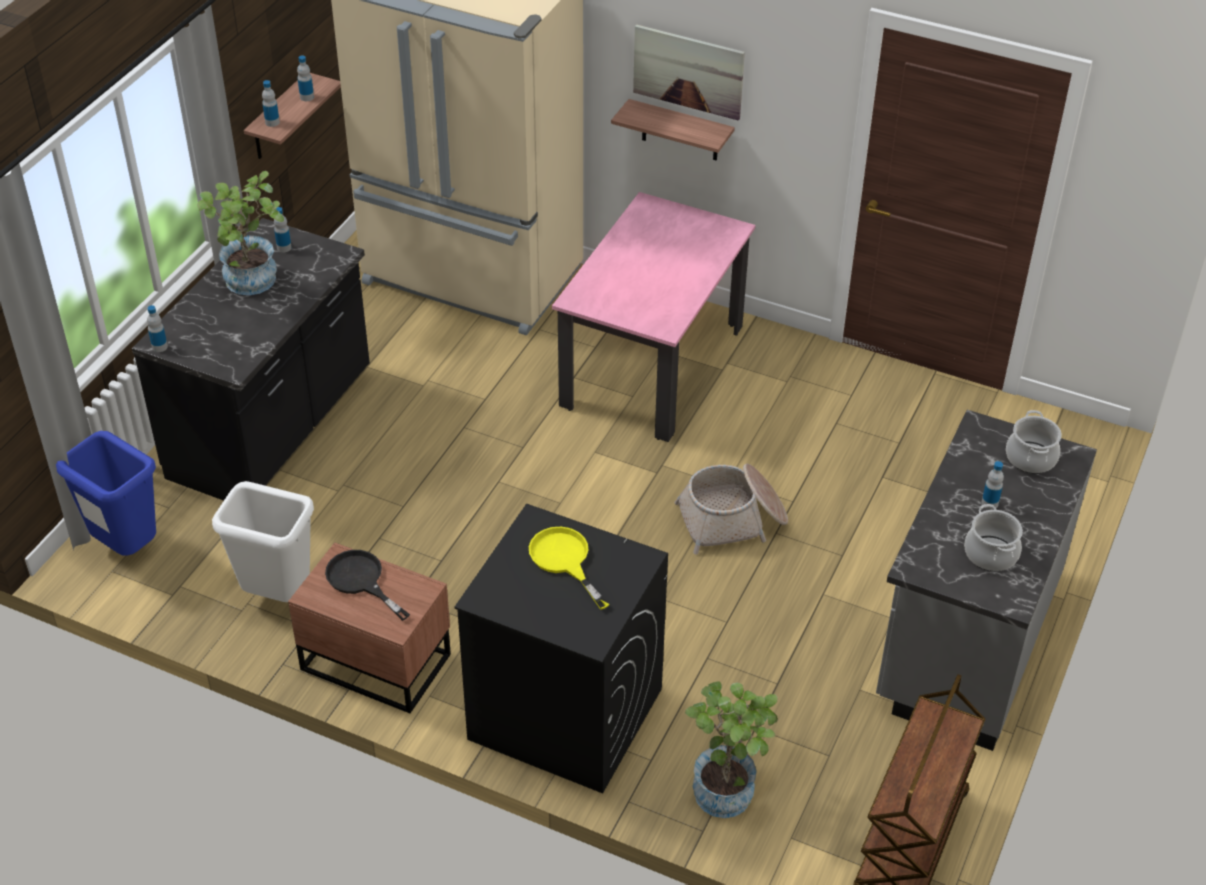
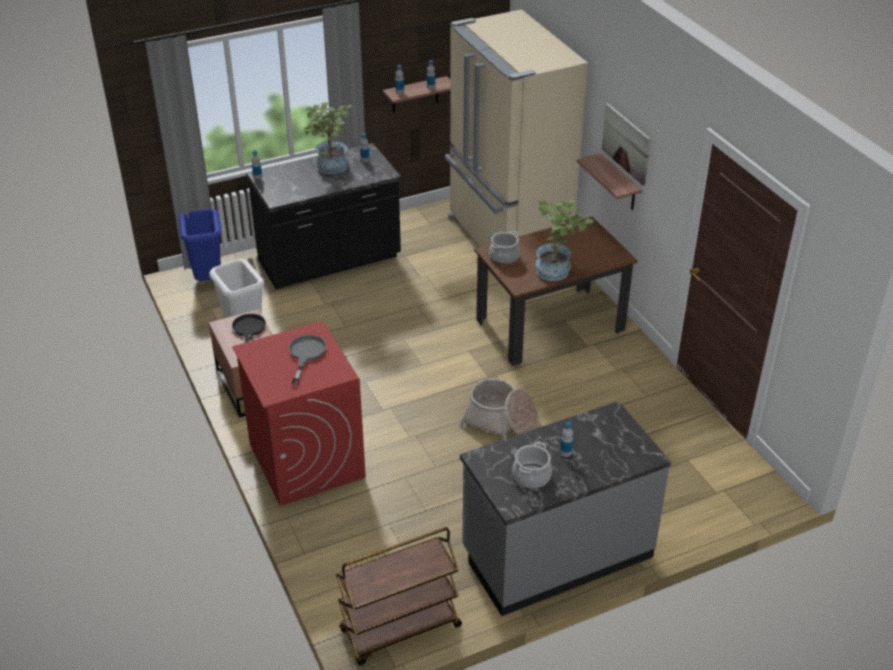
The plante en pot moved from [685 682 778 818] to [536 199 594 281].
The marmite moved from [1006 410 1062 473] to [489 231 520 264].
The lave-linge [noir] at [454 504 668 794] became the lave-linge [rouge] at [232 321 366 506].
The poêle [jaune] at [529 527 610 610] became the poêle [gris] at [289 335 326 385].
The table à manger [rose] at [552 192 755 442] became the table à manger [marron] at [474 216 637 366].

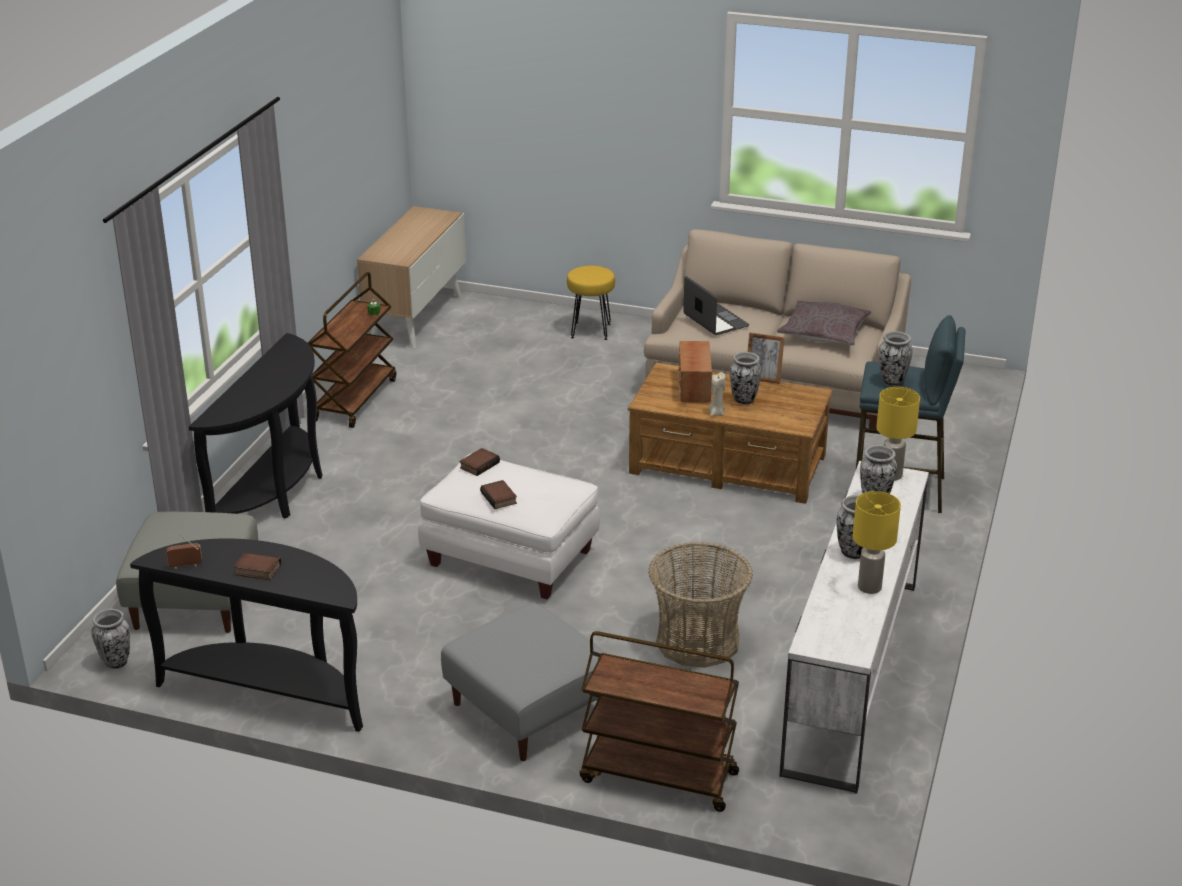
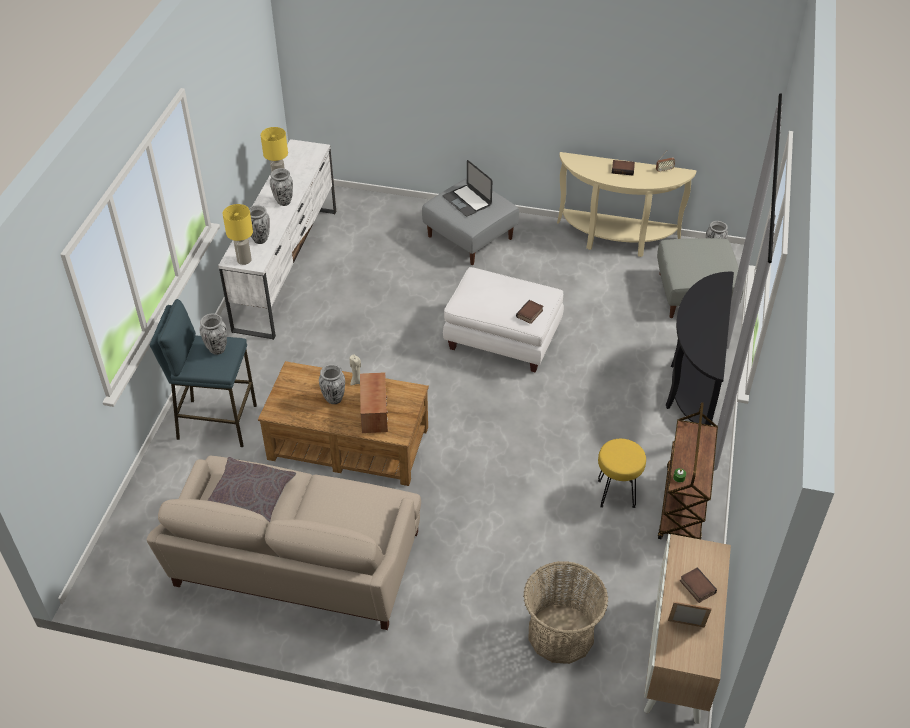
The chariot [marron] at [580 631 739 812] disappeared.
The livre moved from [480 480 517 509] to [680 567 717 603].
The tabouret [jaune] moved from [567 266 615 340] to [598 439 646 508].
The panier moved from [649 542 753 668] to [523 561 608 664].
The ordinateur portable moved from [683 276 749 335] to [443 160 492 216].
The cadre photo moved from [747 332 785 384] to [668 602 712 627].
The table console [noir] at [130 538 363 732] became the table console [beige] at [557 152 697 257].

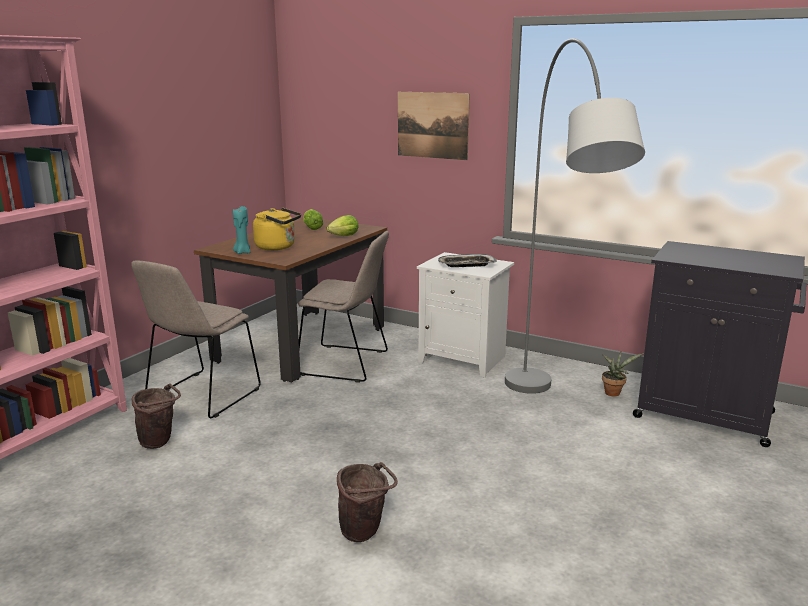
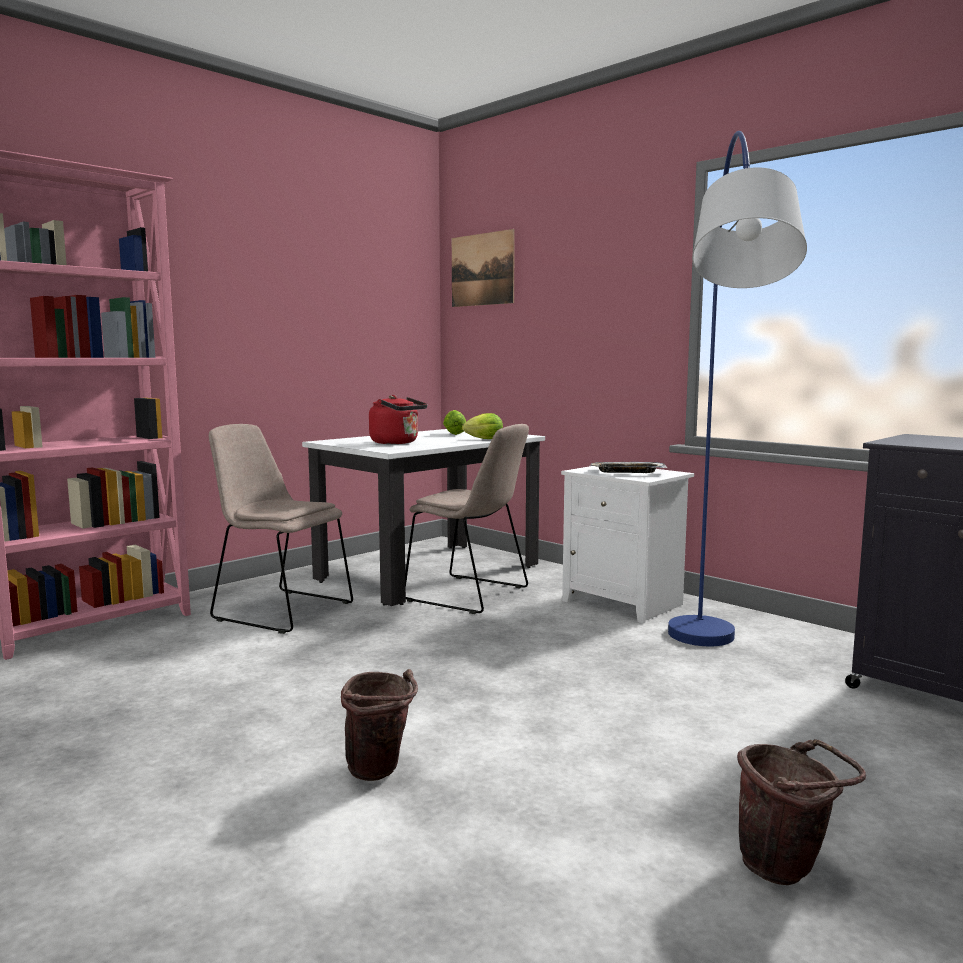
The bougie [turquoise] at [233 206 251 254] disappeared.
The plante en pot at [602 351 644 396] disappeared.
The seau [marron] moved from [132 383 181 449] to [737 739 866 885].
The tableau moved from [398 92 470 160] to [452 229 515 307].
The table à manger [marron] at [194 218 387 383] became the table à manger [blanc] at [302 429 545 606].
The bouilloire [jaune] at [253 207 301 250] became the bouilloire [rouge] at [369 395 427 444].
The lampadaire [gris] at [505 38 645 394] became the lampadaire [bleu] at [668 131 807 646].
The chaise [beige] at [131 261 261 418] turned 75 degrees clockwise.

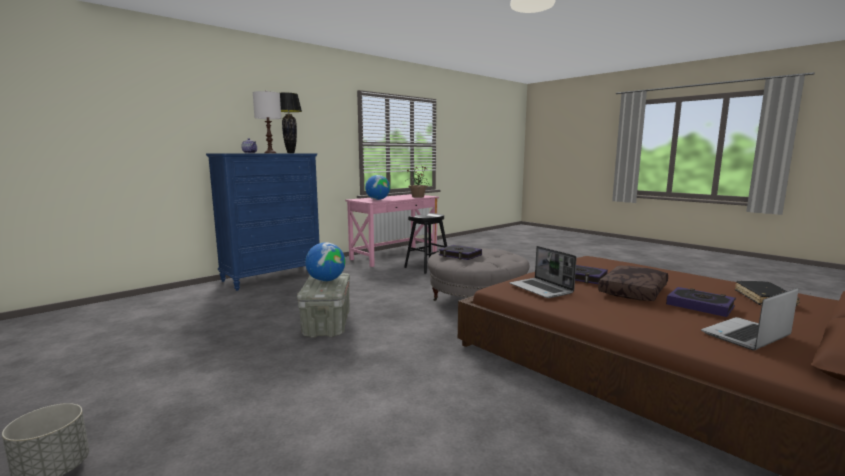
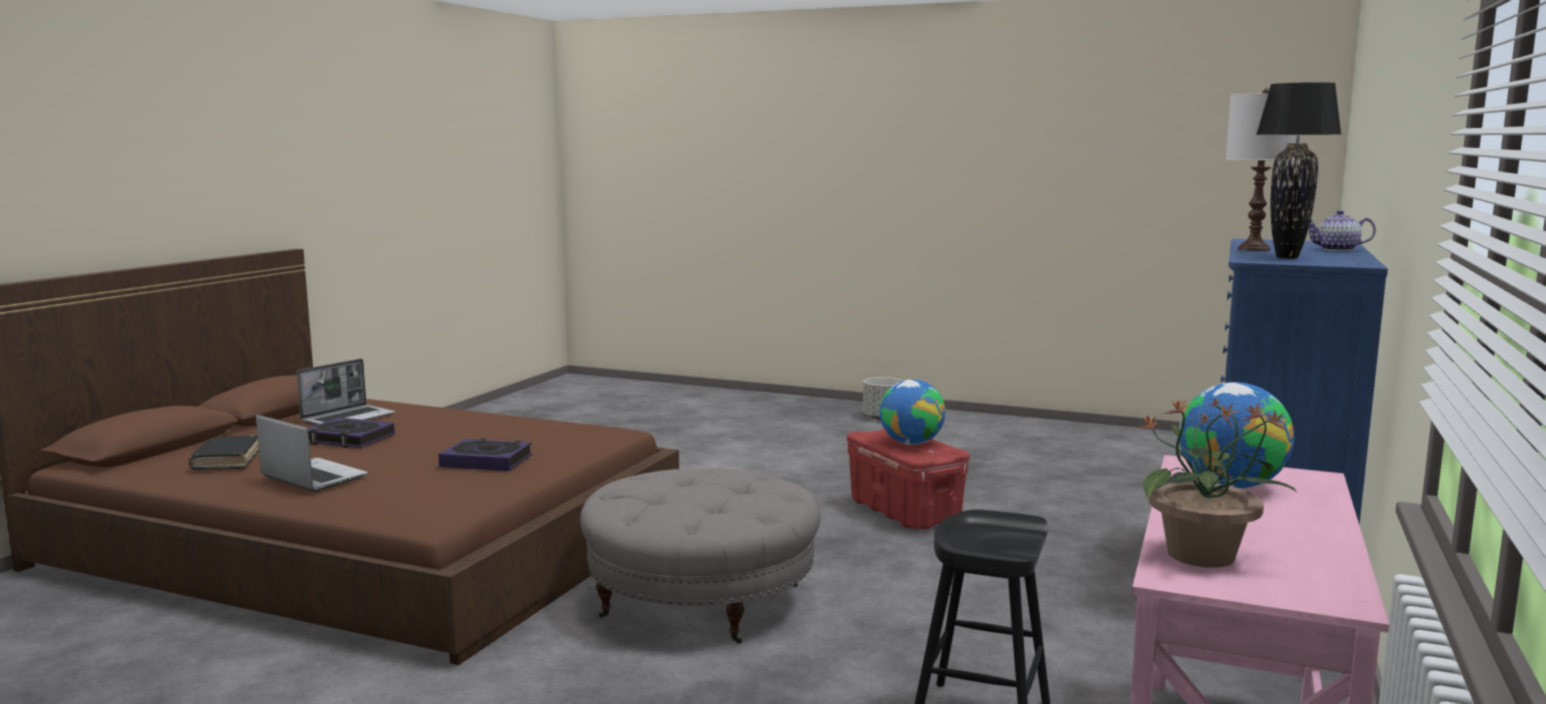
The livre at [439 245 482 260] disappeared.
The coussin [marron] at [598 266 668 301] disappeared.
The ordinateur portable moved from [509 246 577 298] to [256 415 368 492].
The boîte de rangement [gris] at [297 273 350 338] became the boîte de rangement [rouge] at [847 428 970 529].

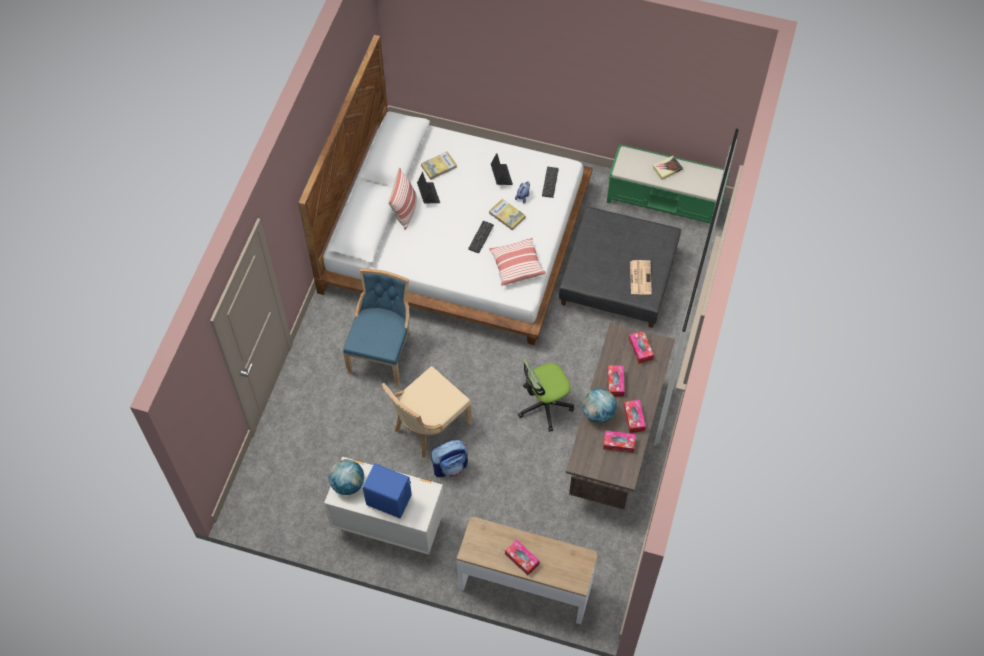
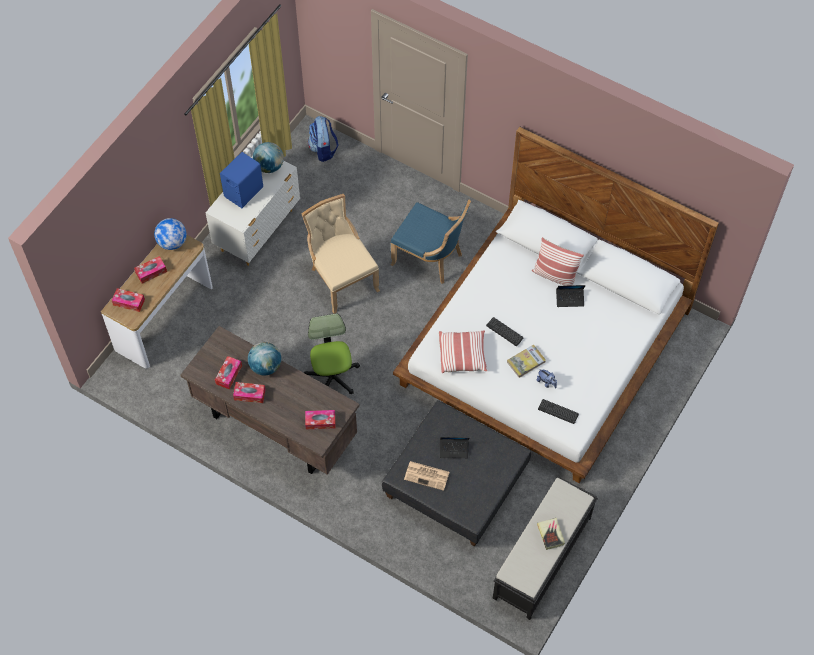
The livre at [421 151 457 180] disappeared.
The globe at [154 218 187 250] appeared.
The sac à dos moved from [431 440 468 477] to [308 116 339 162].
The ordinateur portable moved from [491 153 513 185] to [440 437 469 458].
The boîte à mouchoirs moved from [607 365 625 396] to [112 288 145 312].
The banc [vert] at [607 144 730 224] became the banc [noir] at [493 477 598 620].

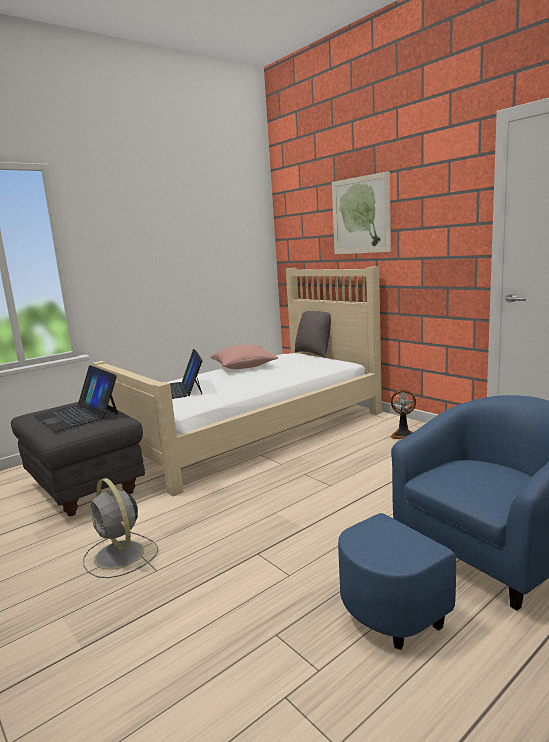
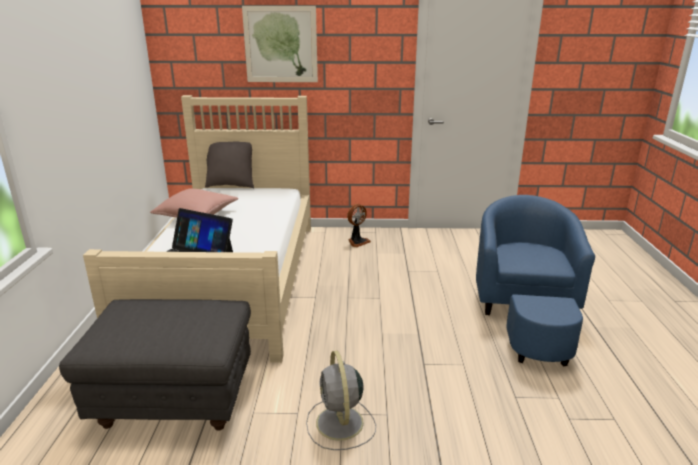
The ordinateur portable at [34 365 118 431] disappeared.
The ventilateur [gris] at [83 478 158 578] turned 75 degrees clockwise.

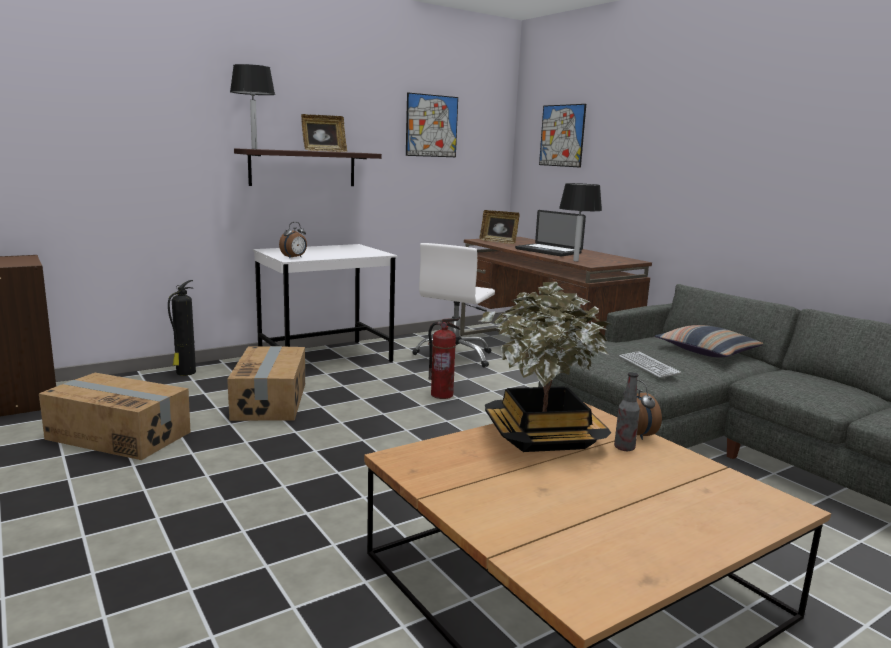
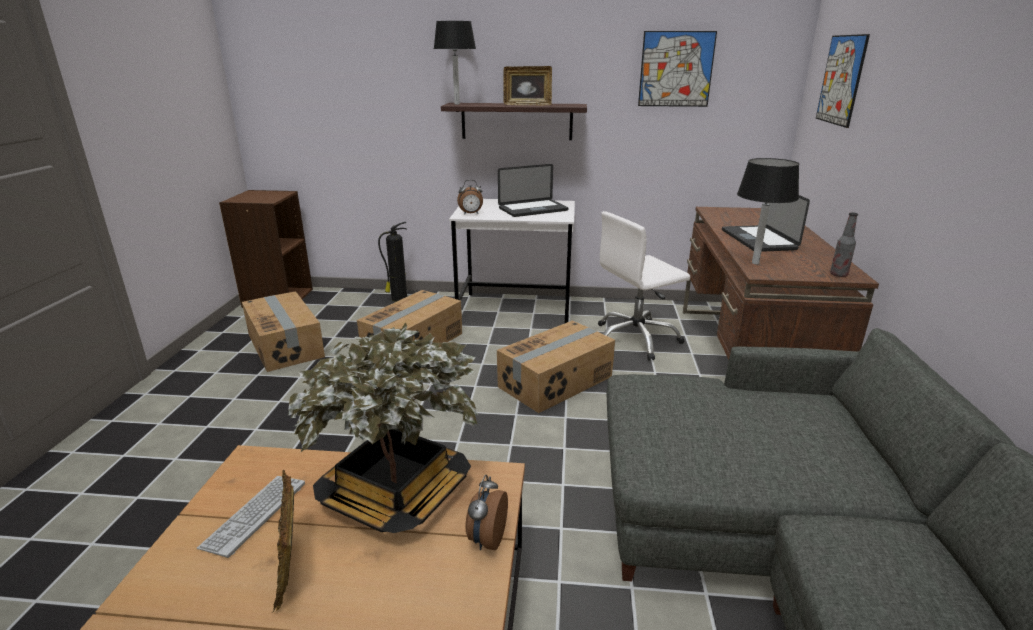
The coussin at [655 325 763 357] disappeared.
The ordinateur portable at [498 164 569 217] appeared.
The cadre photo moved from [480 210 519 244] to [271 470 294 614].
The bouteille moved from [614 372 640 451] to [830 212 858 277].
The clavier moved from [619 352 681 378] to [197 476 305 558].
The extincteur at [428 318 460 399] was replaced by the carton at [497 321 615 413].

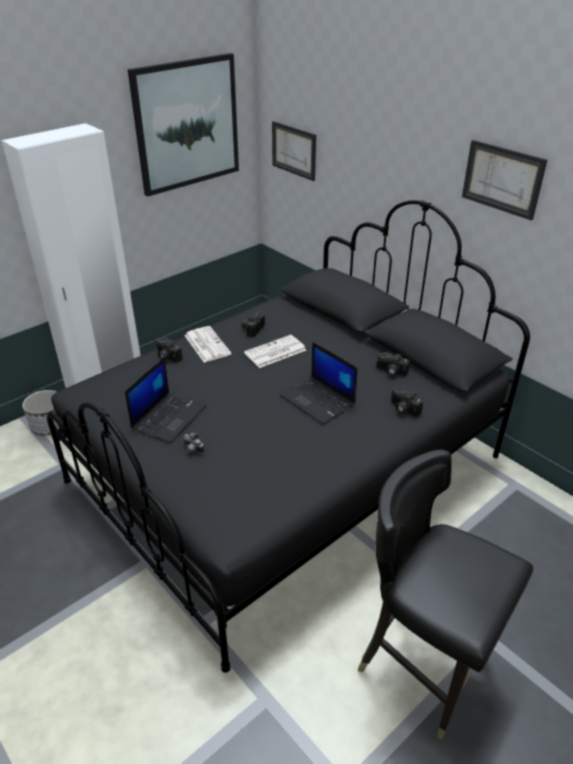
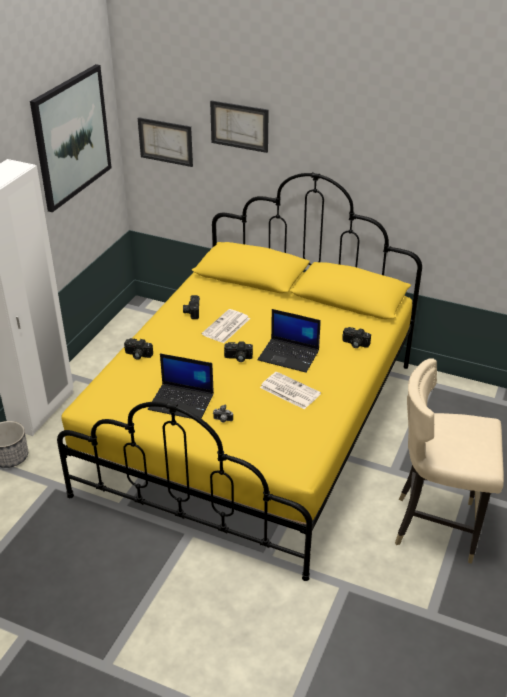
The journal moved from [184 326 231 363] to [260 371 321 409].
The appareil photo moved from [377 352 410 376] to [224 341 253 362].
The tableau moved from [462 140 547 221] to [210 100 269 153].
The lit [noir] at [47 200 530 673] became the lit [jaune] at [57 172 422 581].
The chaise [noir] at [358 449 533 740] became the chaise [beige] at [395 358 504 564].
The ordinateur portable at [125 357 207 443] turned 105 degrees clockwise.

